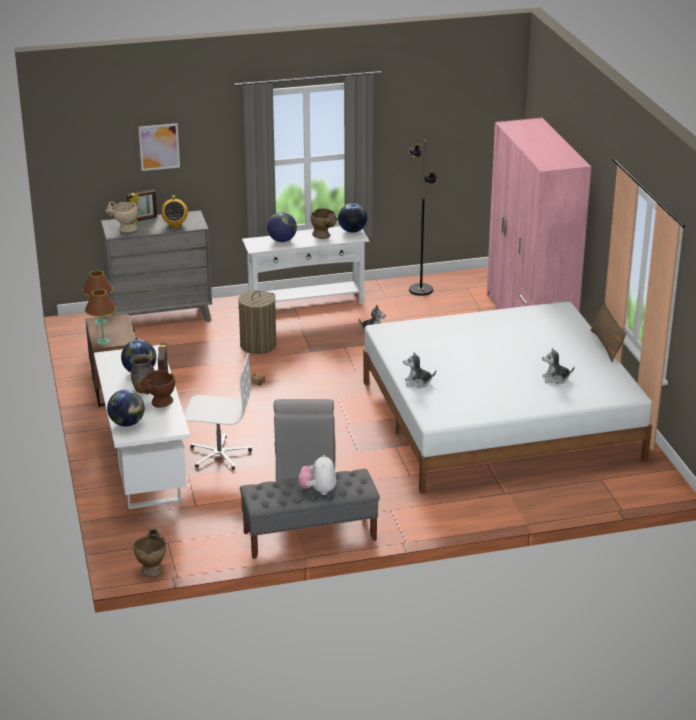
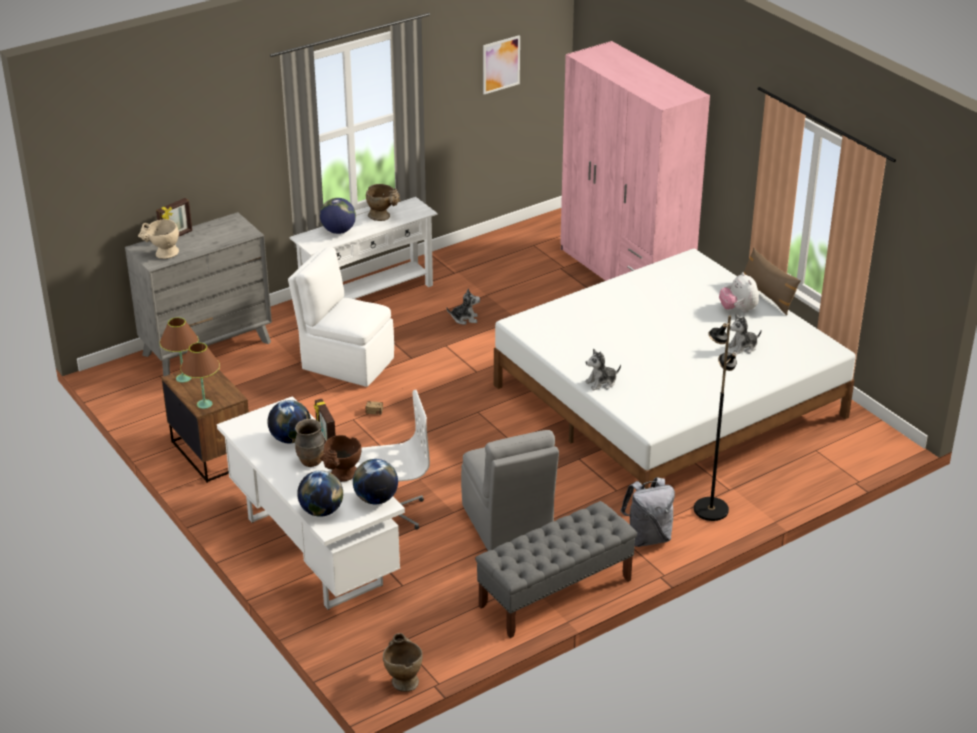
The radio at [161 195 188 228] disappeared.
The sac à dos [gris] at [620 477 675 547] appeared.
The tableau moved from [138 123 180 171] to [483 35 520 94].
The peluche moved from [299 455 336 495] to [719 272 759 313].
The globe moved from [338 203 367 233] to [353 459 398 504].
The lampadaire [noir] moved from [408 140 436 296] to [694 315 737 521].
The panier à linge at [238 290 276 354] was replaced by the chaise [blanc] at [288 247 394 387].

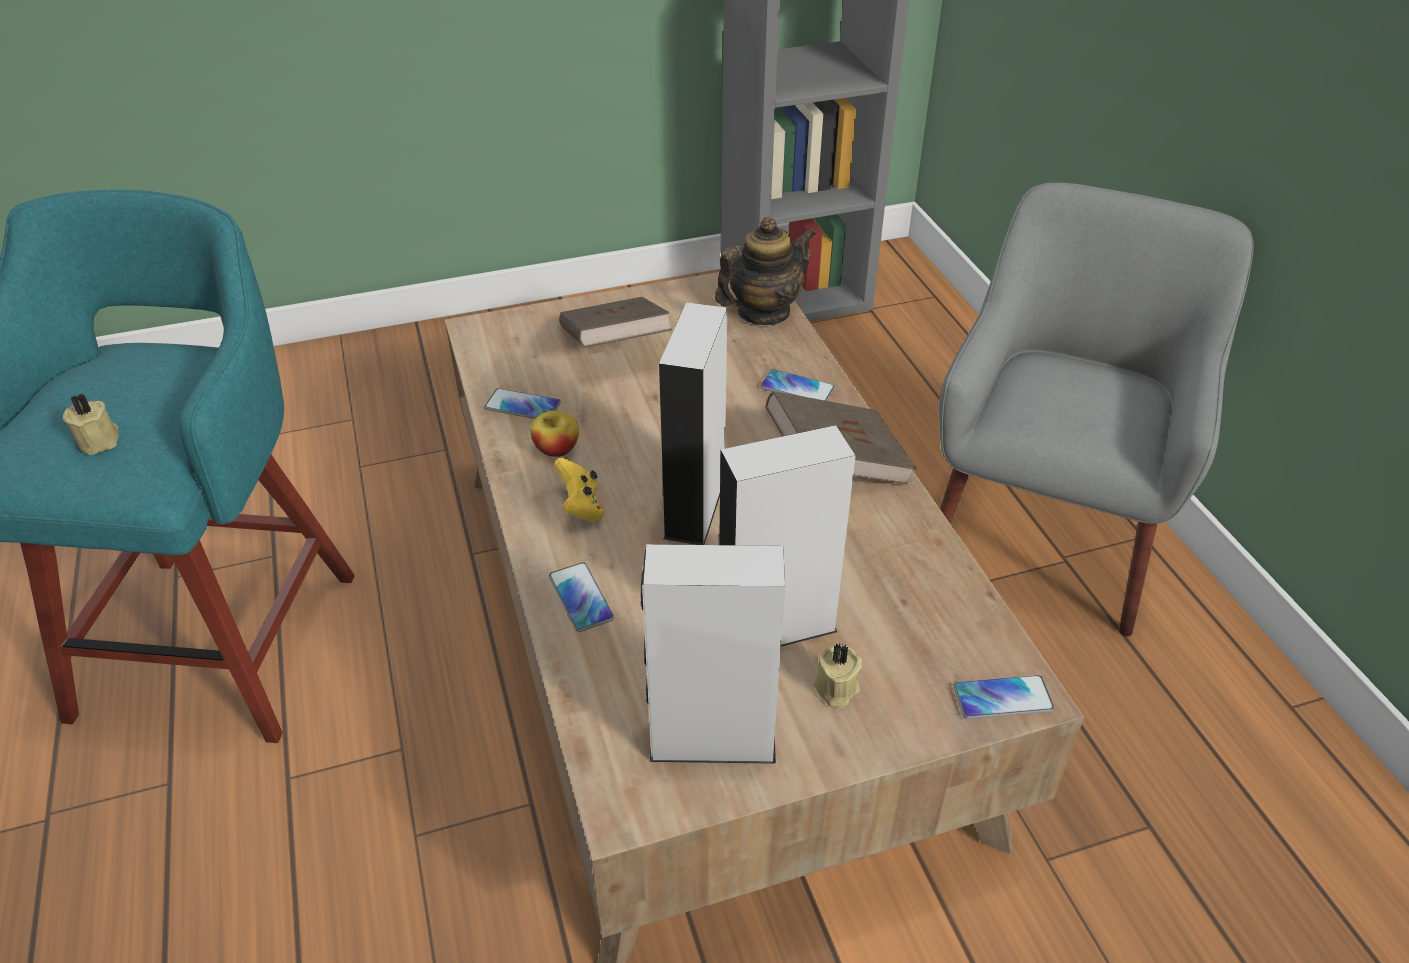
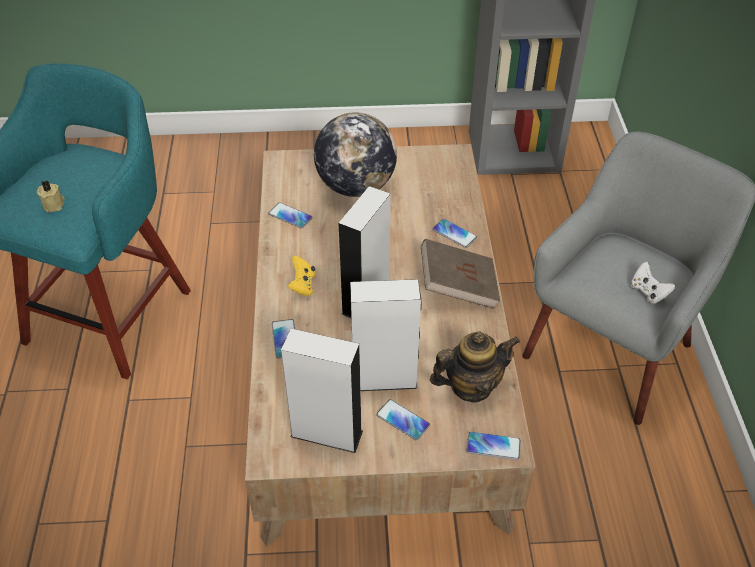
The pomme at [530 411 579 457] disappeared.
The manette [blanc] at [631 262 675 304] appeared.
The théière moved from [715 217 816 325] to [430 331 520 402].
The livre [marron] at [559 297 672 348] was replaced by the globe at [314 112 397 197].
The bougie [beige] at [813 642 862 708] was replaced by the téléphone at [376 399 430 441].

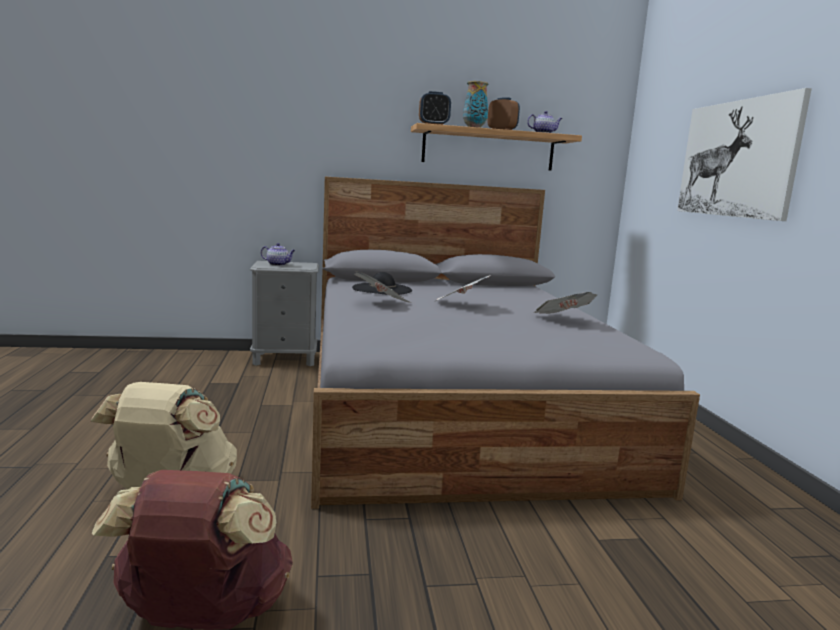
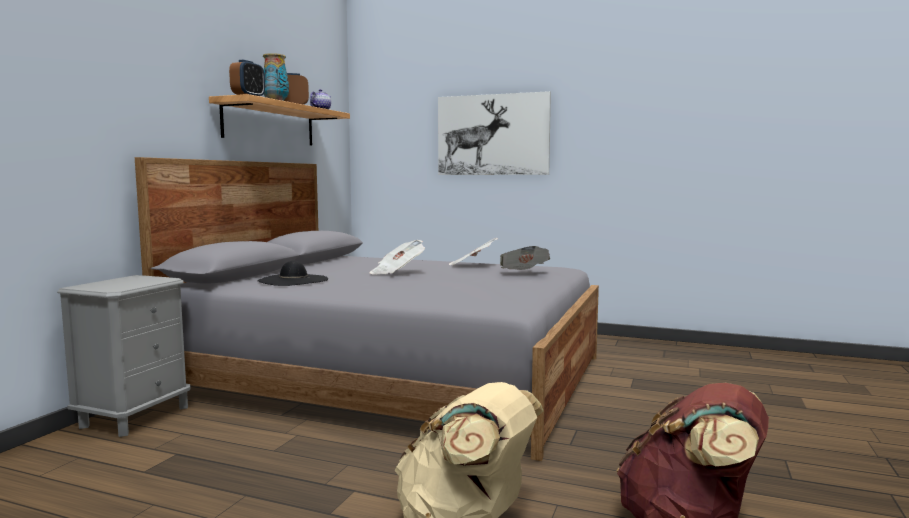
The théière at [261 243 296 266] disappeared.
The journal moved from [354 271 411 303] to [500 246 550 270].

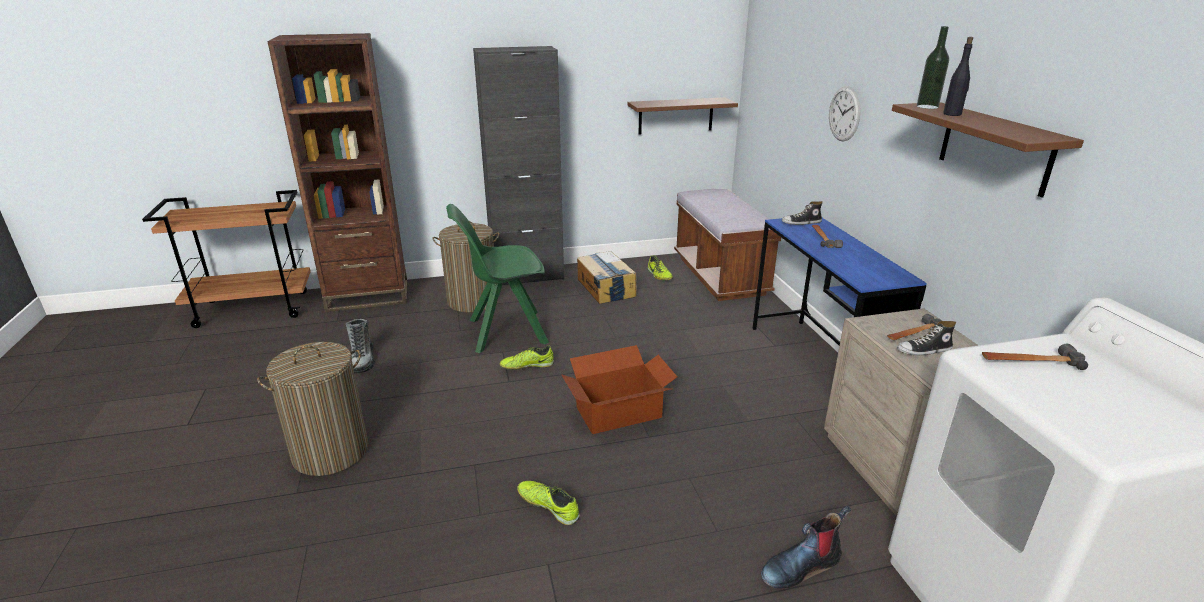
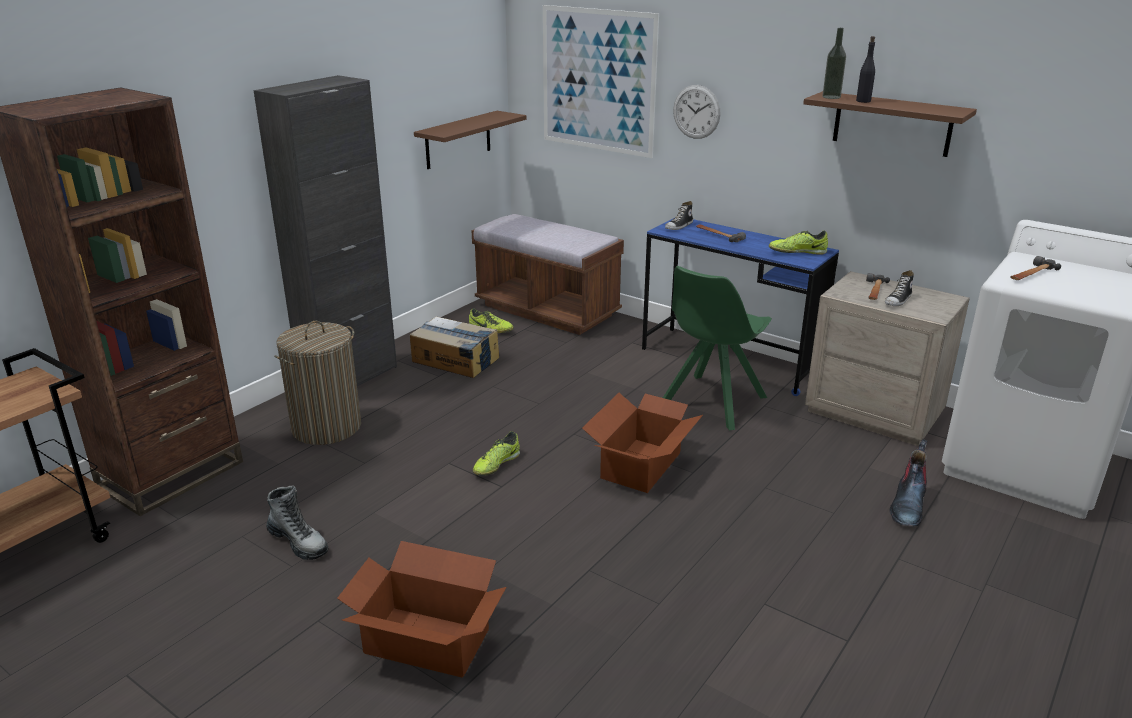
The tableau at [543 5 659 158] appeared.
The chaise [vert] moved from [446 204 549 353] to [663 266 772 430].
The chaussure moved from [517 481 580 525] to [769 231 828 255].
The panier à linge at [257 342 368 476] was replaced by the carton at [337 541 506 677].

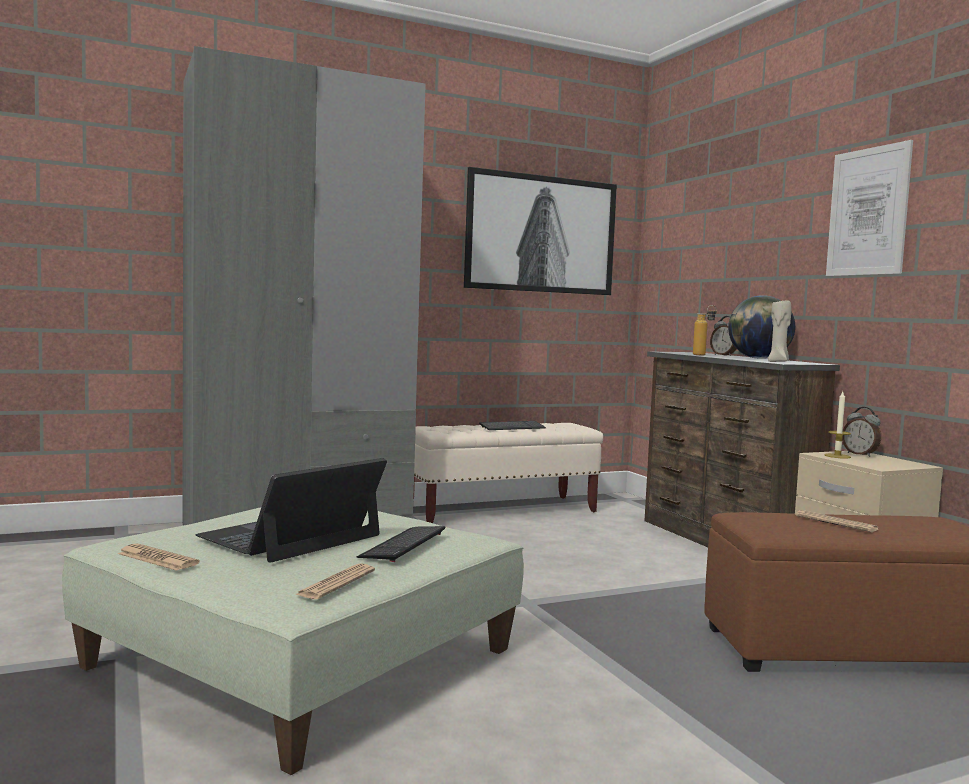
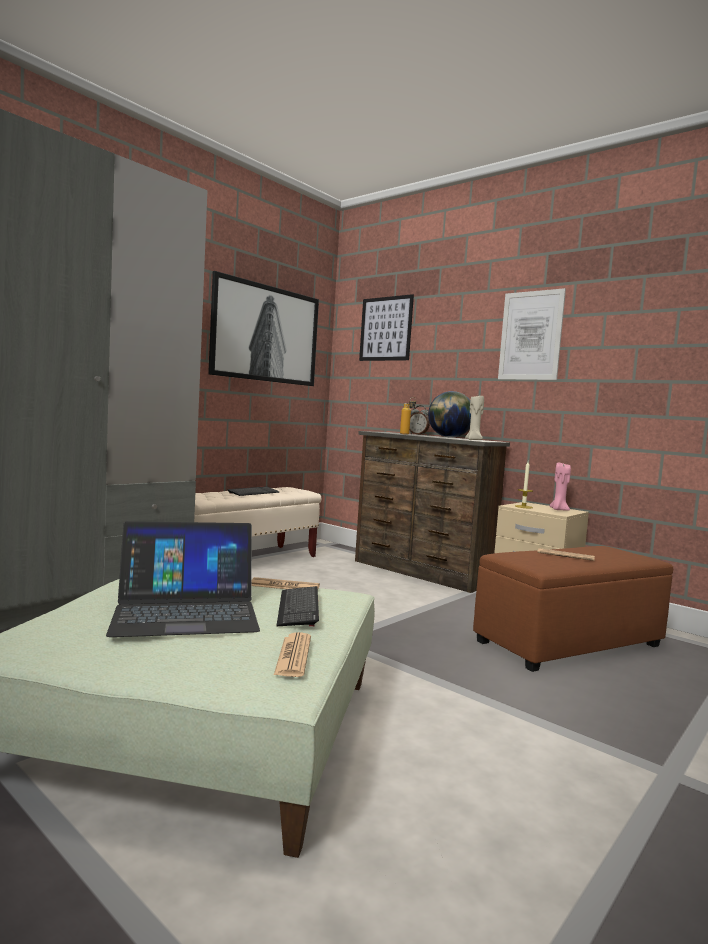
The réveil at [842 407 881 457] disappeared.
The tableau at [359 294 414 361] appeared.
The bougie [rose] at [550 462 571 510] appeared.
The journal moved from [118 544 200 571] to [252 577 320 589].
The ordinateur portable at [196 458 387 563] turned 120 degrees counterclockwise.

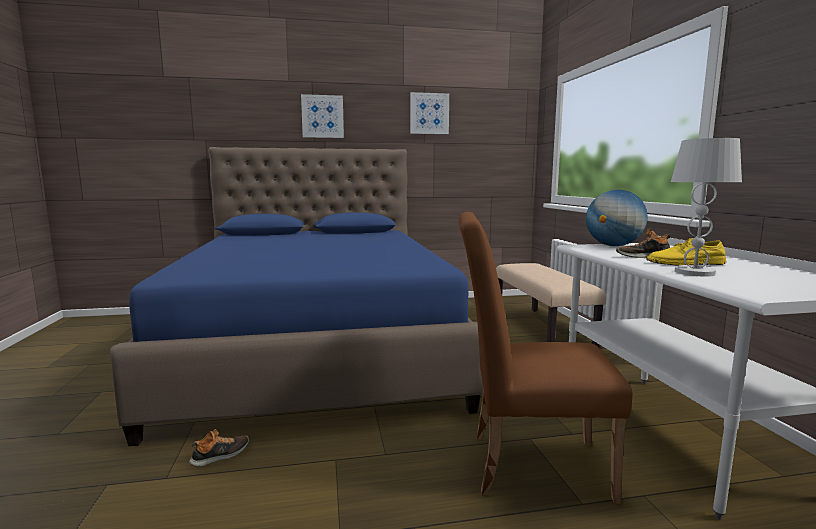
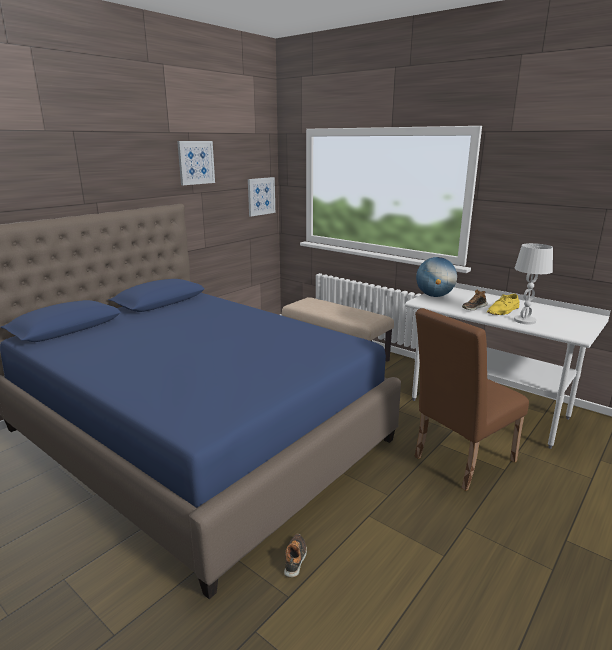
The tableau moved from [301 94 344 138] to [248 177 275 216].

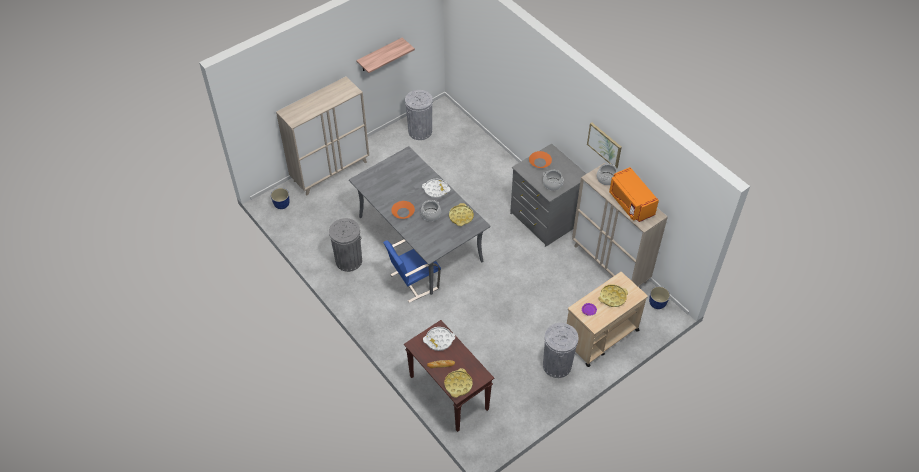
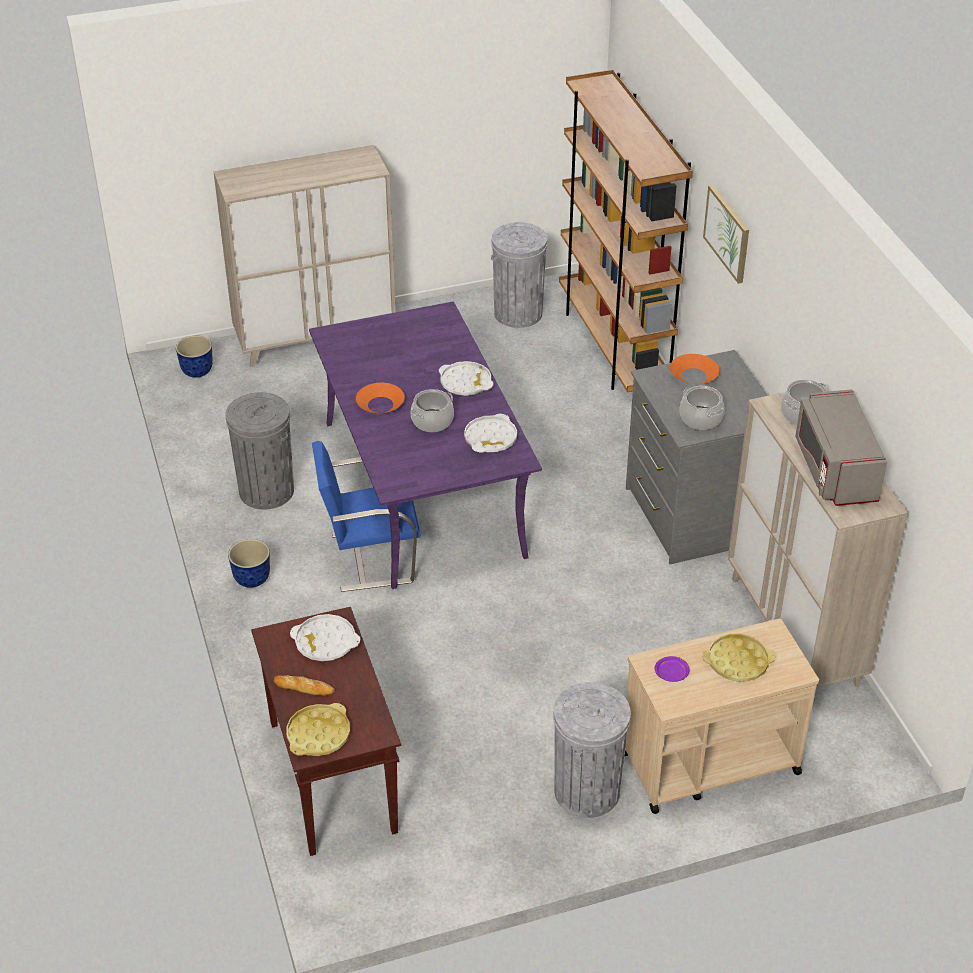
The étagère at [356 38 415 73] disappeared.
The bibliothèque [marron] at [559 70 693 392] appeared.
The tableau moved from [587 122 622 168] to [703 184 749 284].
The cache-pot moved from [649 286 670 309] to [228 539 270 588].
The table à manger [gris] at [349 146 491 295] became the table à manger [violet] at [309 302 542 589].
The plateau [jaune] at [449 203 474 226] became the plateau [blanc] at [464 414 517 453].
The micro-ondes [orange] at [609 167 659 222] became the micro-ondes [gris] at [795 389 887 506].

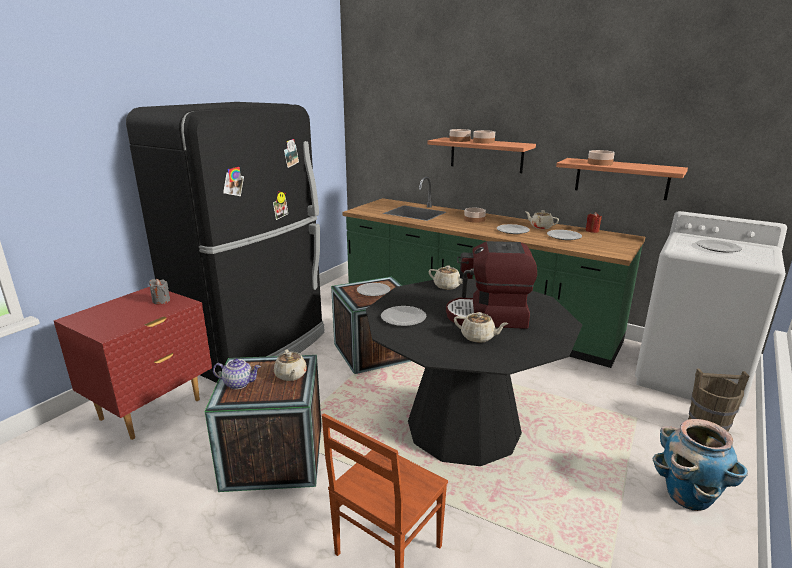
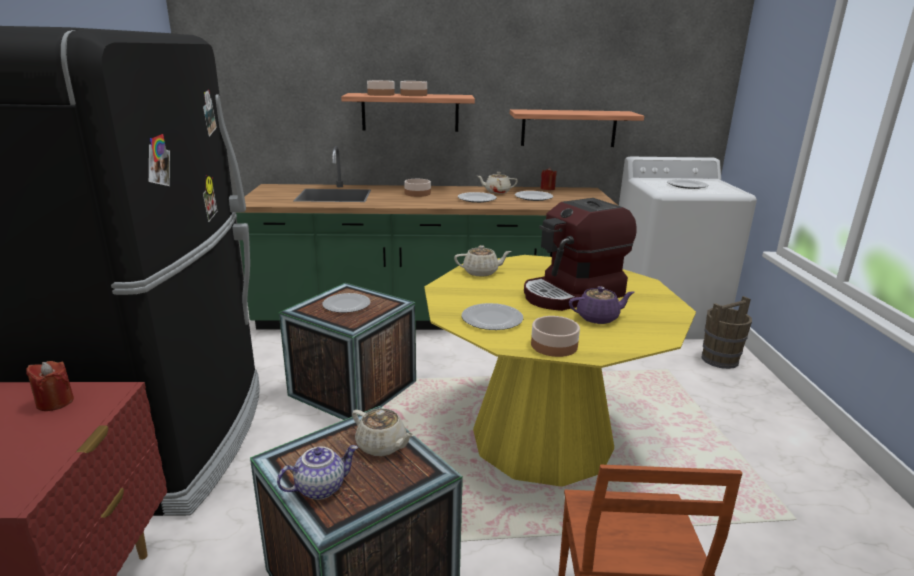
The cache-pot at [652 419 748 511] disappeared.
The bol moved from [588 150 615 166] to [531 316 580 357].
The bougie [gris] at [149 279 170 304] became the bougie [rouge] at [26 361 74 411].
The table à manger [noir] at [366 279 582 466] became the table à manger [jaune] at [424 255 696 487].
The théière [beige] at [454 312 509 343] became the théière [violet] at [569 286 634 324].

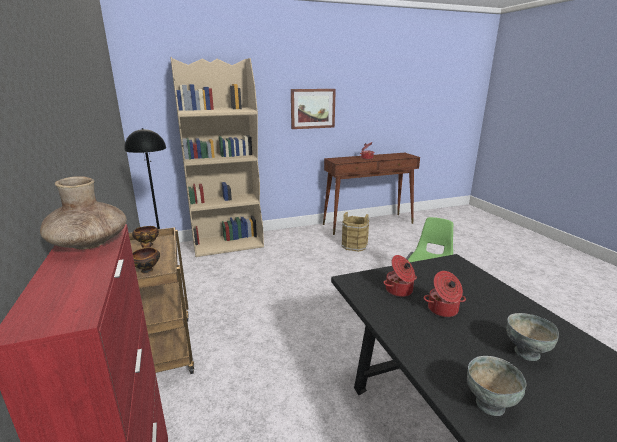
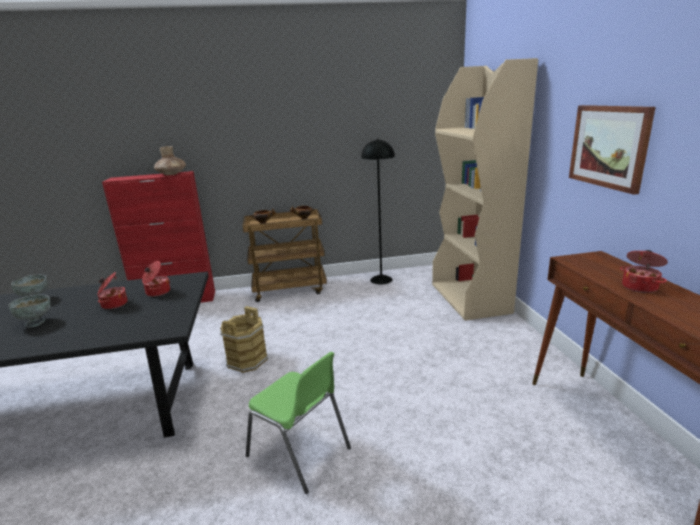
The seau [marron] moved from [341 212 369 252] to [220 306 268 373].

